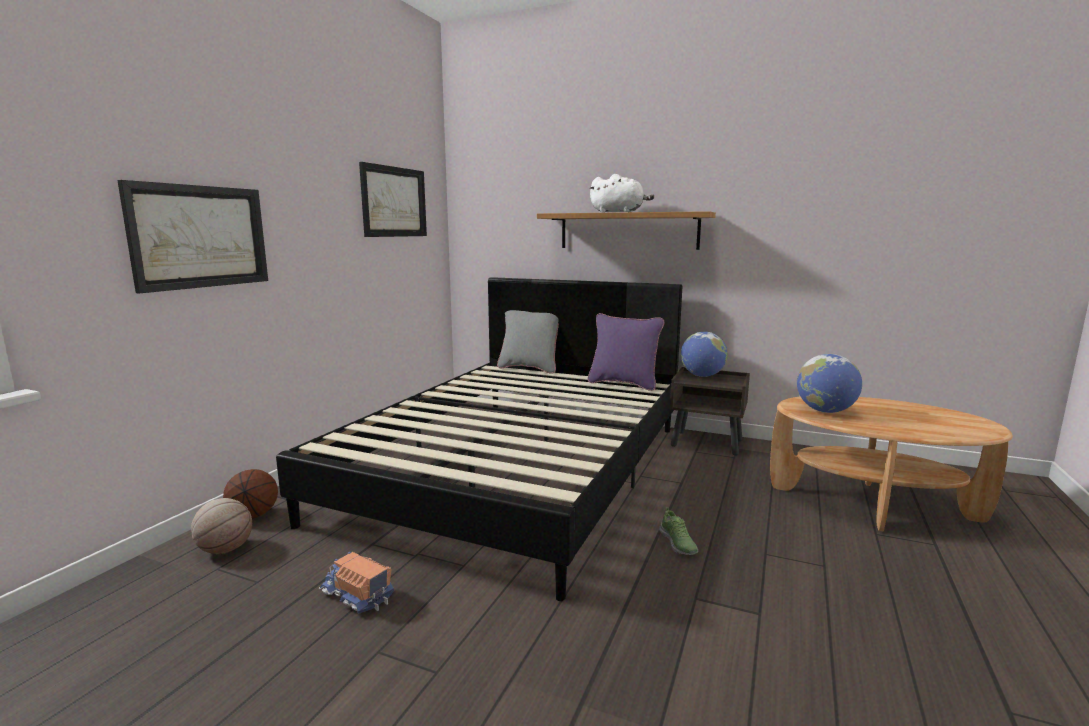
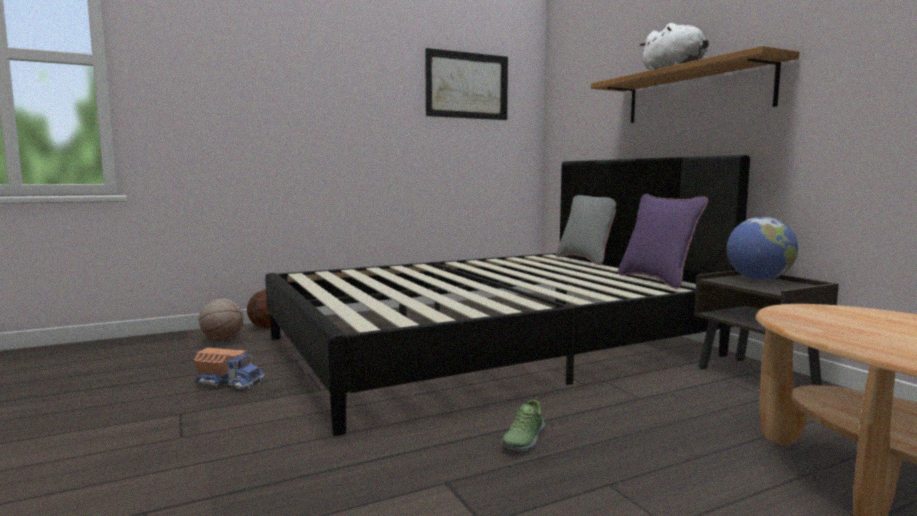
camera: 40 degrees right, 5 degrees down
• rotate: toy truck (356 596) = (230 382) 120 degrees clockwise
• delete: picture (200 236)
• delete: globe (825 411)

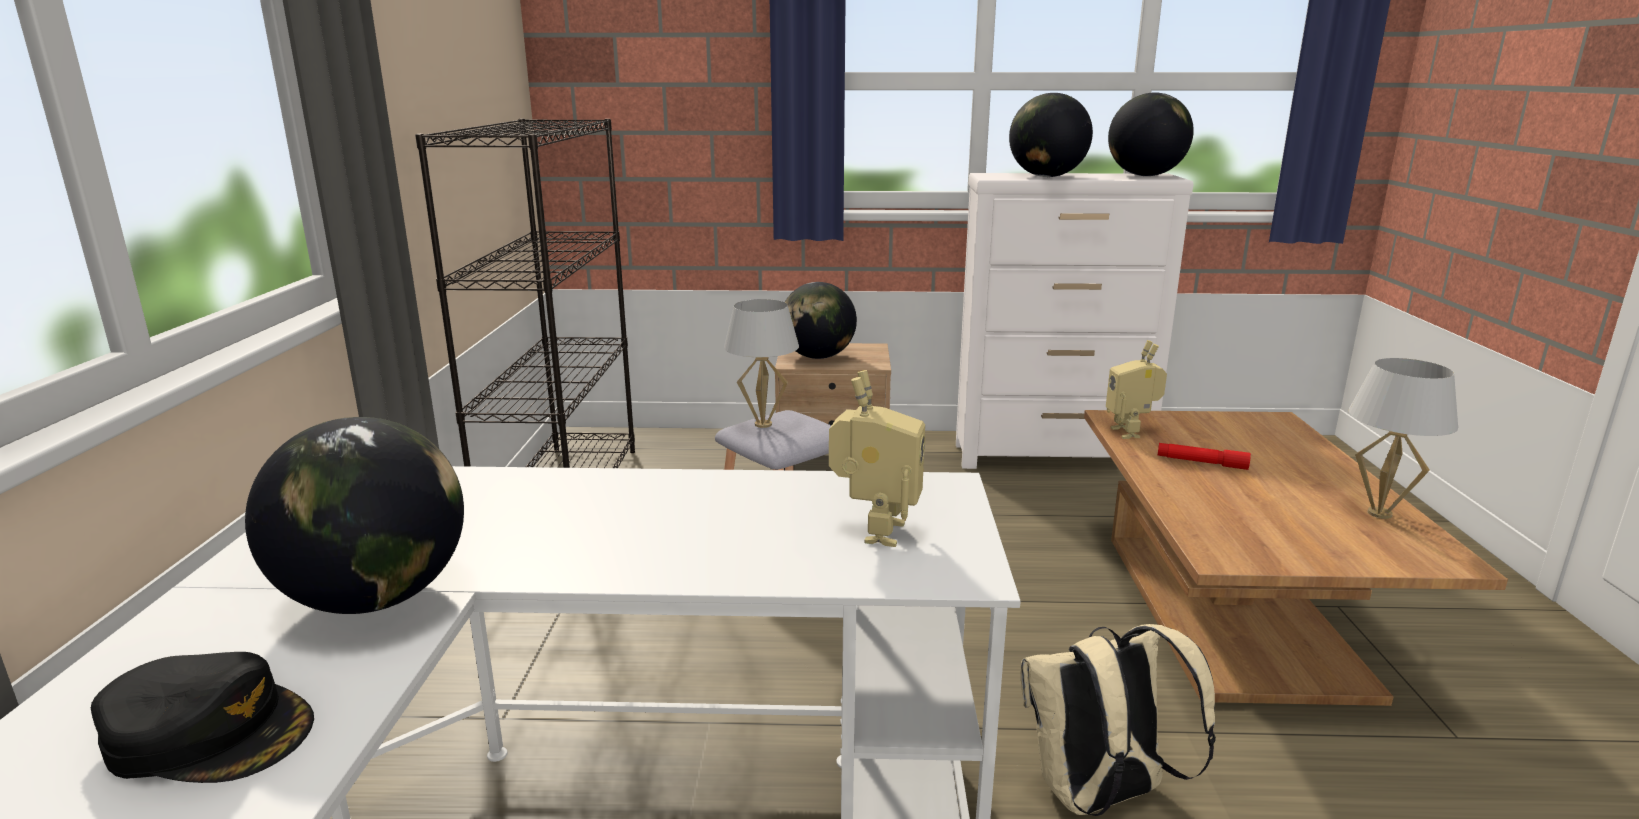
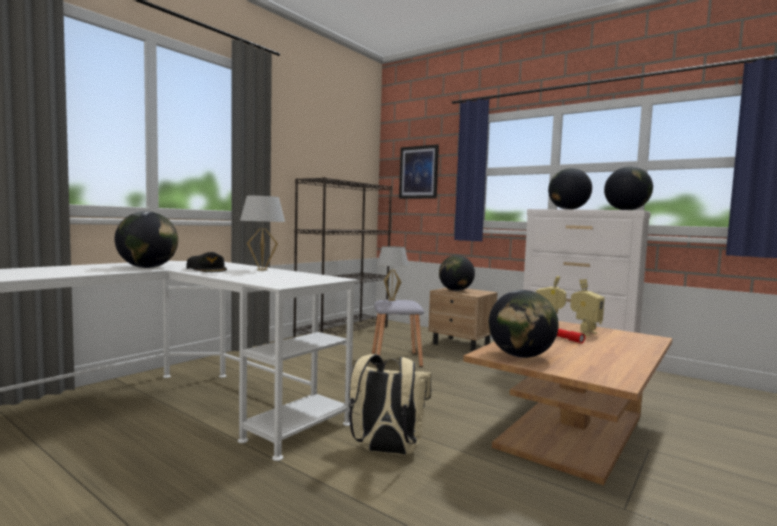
camera: 35 degrees right, 15 degrees down
• move: black cap (210 732) to (207 269)
• move: white table lamp (1379 514) to (262 270)
• insert: picture (418 172)
• insert: globe (520 356)
• move: toy robot (874 531) to (584 333)

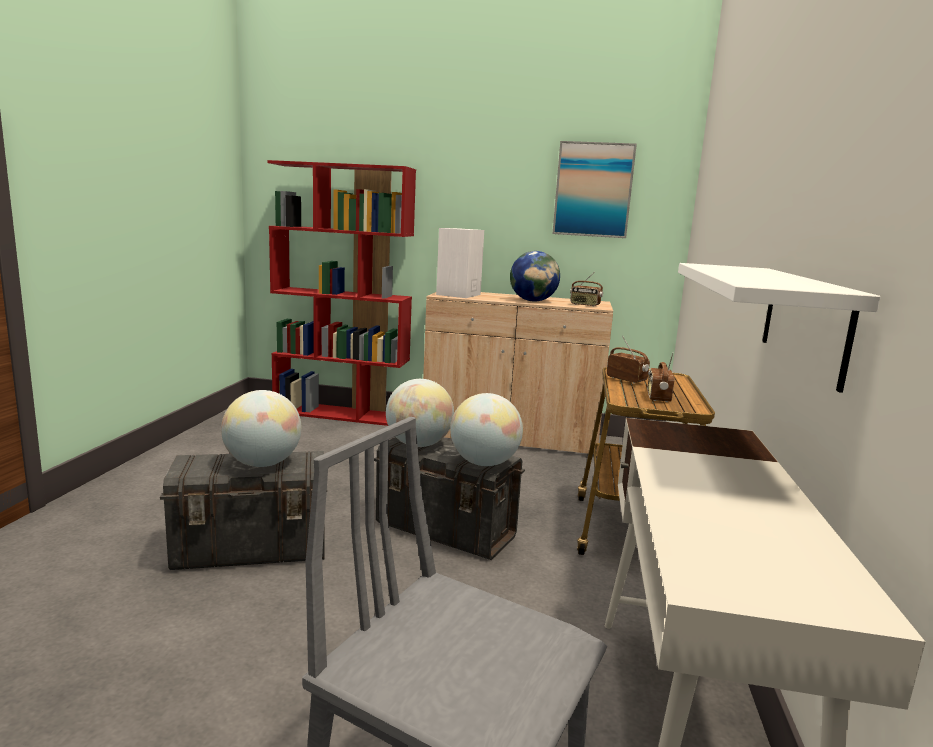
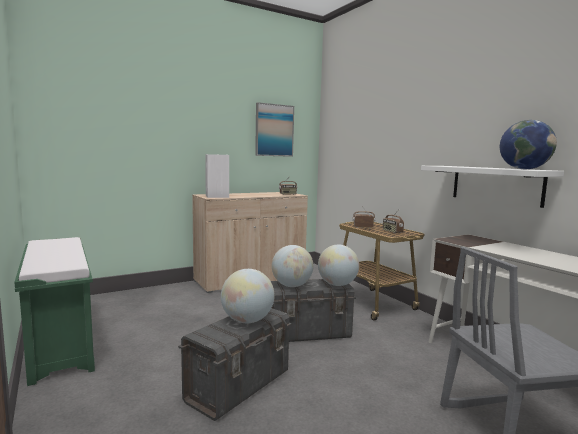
camera: 40 degrees left, 5 degrees down
• insert: green bench (60 344)
• move: globe (533 301) to (524 169)
• delete: red bookcase (342 414)

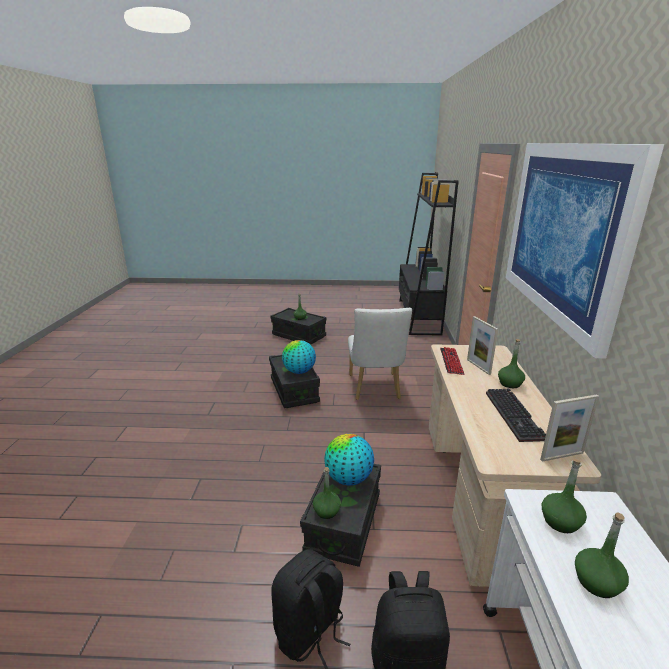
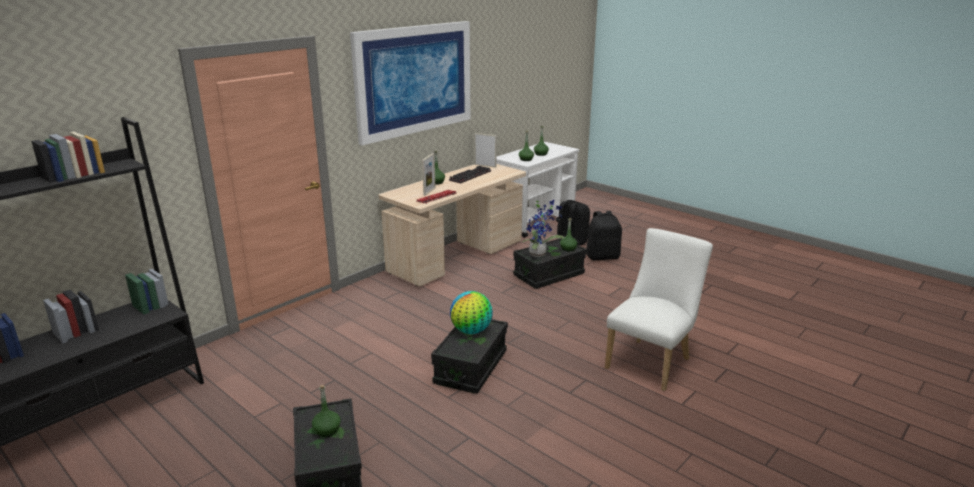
camera: 140 degrees left, 0 degrees up
• replace: globe (348 478) to potted plant (539 254)
• move: white chair (375 389) to (651 361)

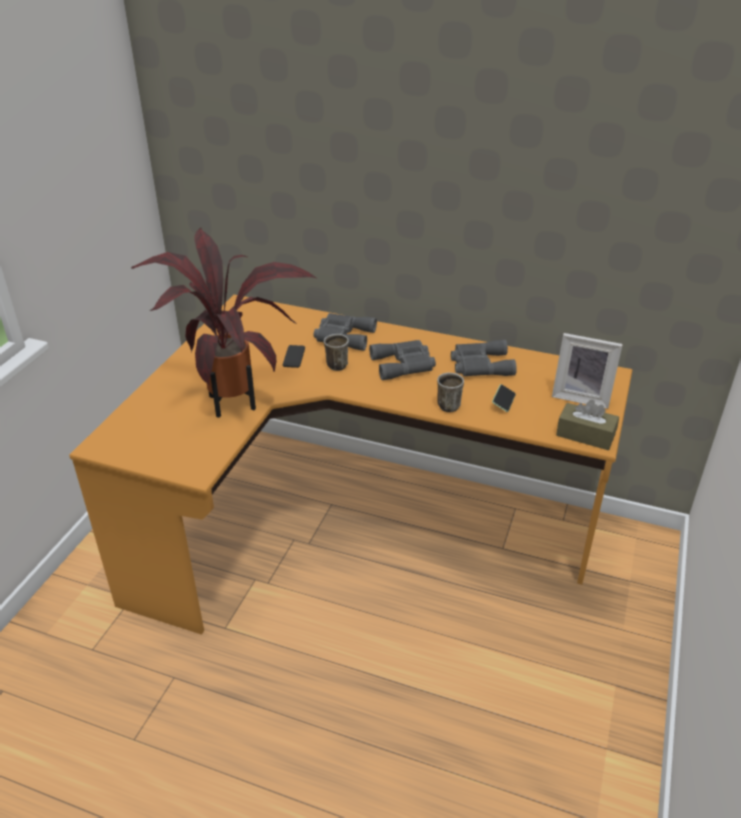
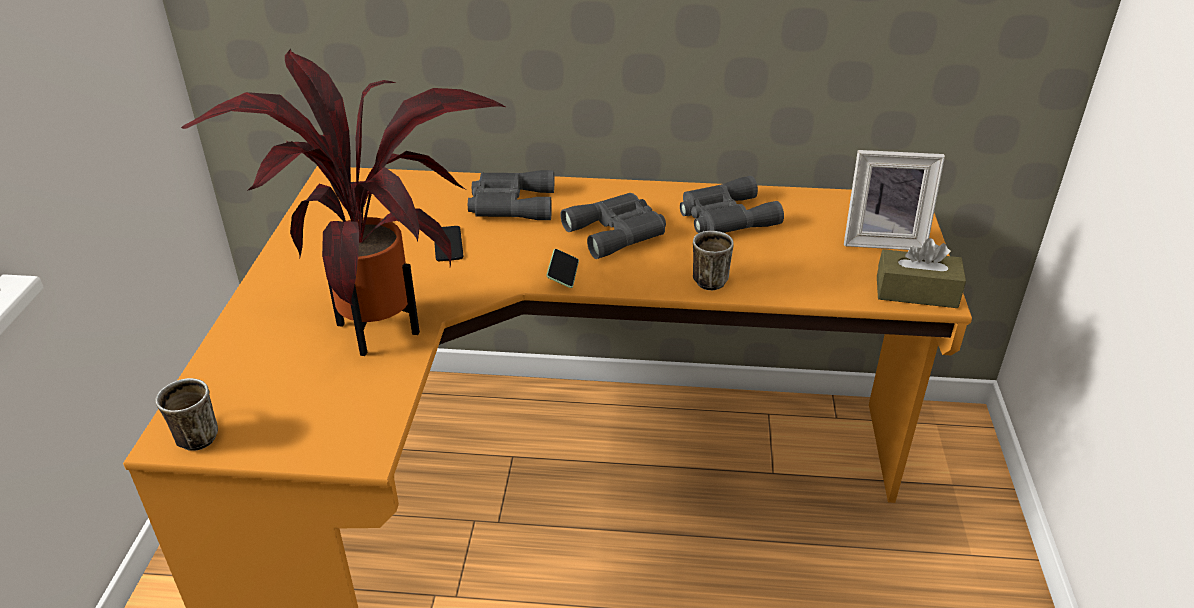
camera: 15 degrees left, 0 degrees up
• move: mug (335 364) to (194 435)
• move: phone (503 402) to (563 275)

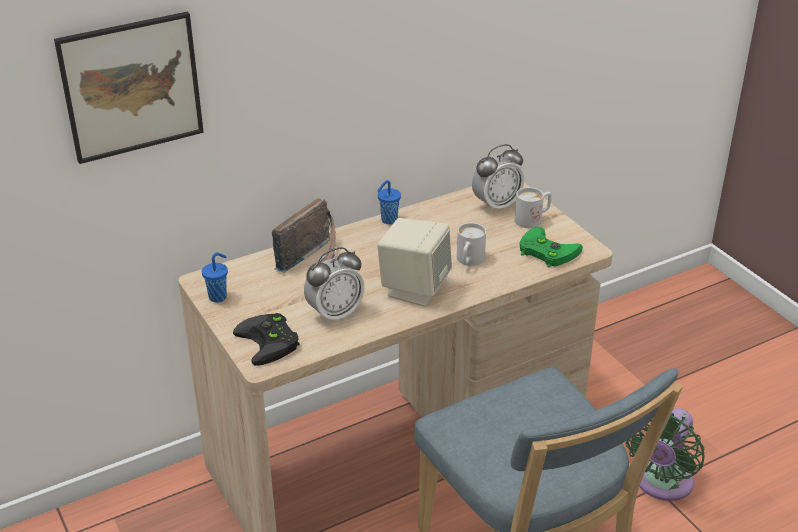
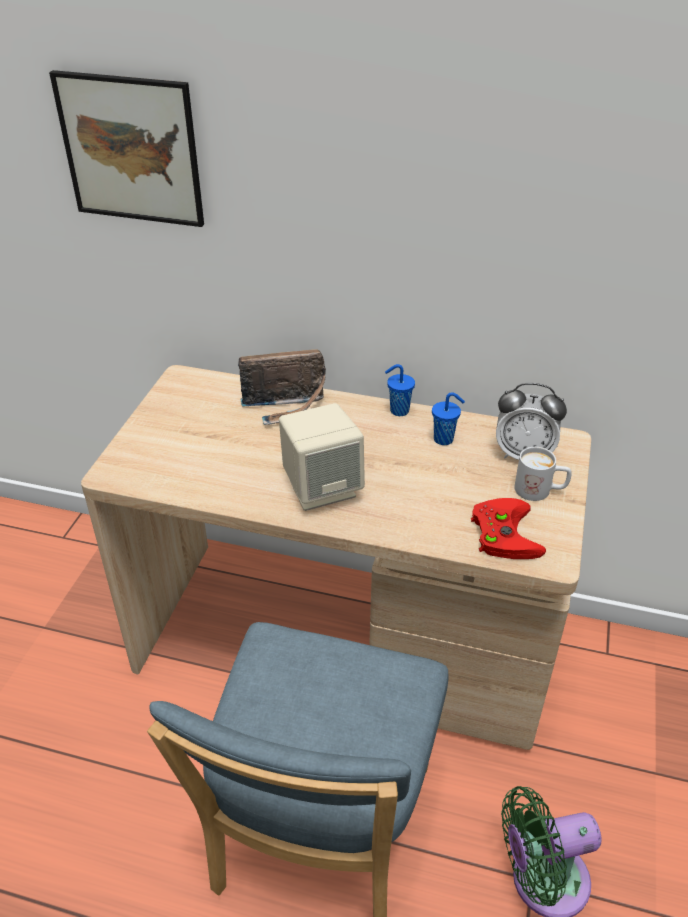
camera: 45 degrees right, 5 degrees up
• move: blue cup (218 296) to (444 439)
• recolor: green game controller (545 251) to red game controller (502 532)
• delete: black game controller (271 342)
• delete: alarm clock (335 314)
• delete: white mug (469 261)

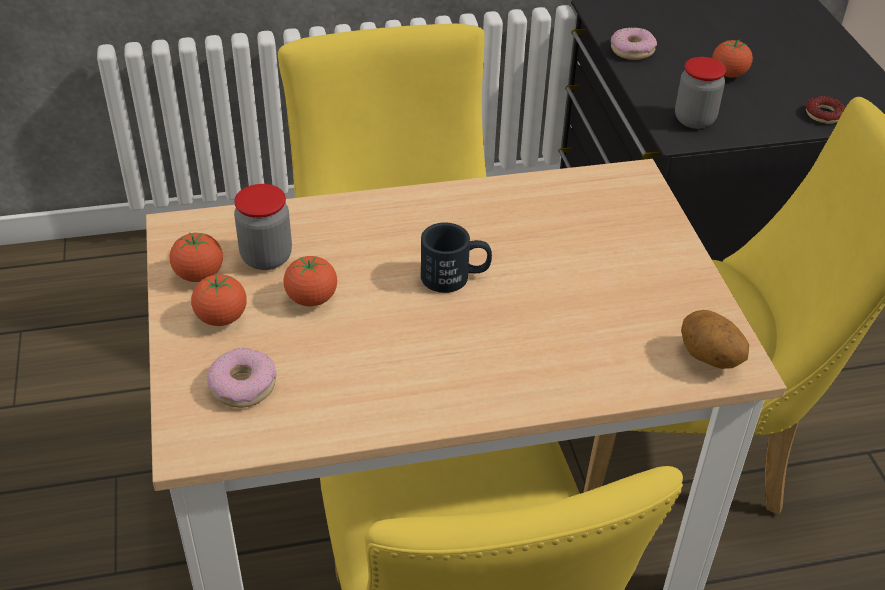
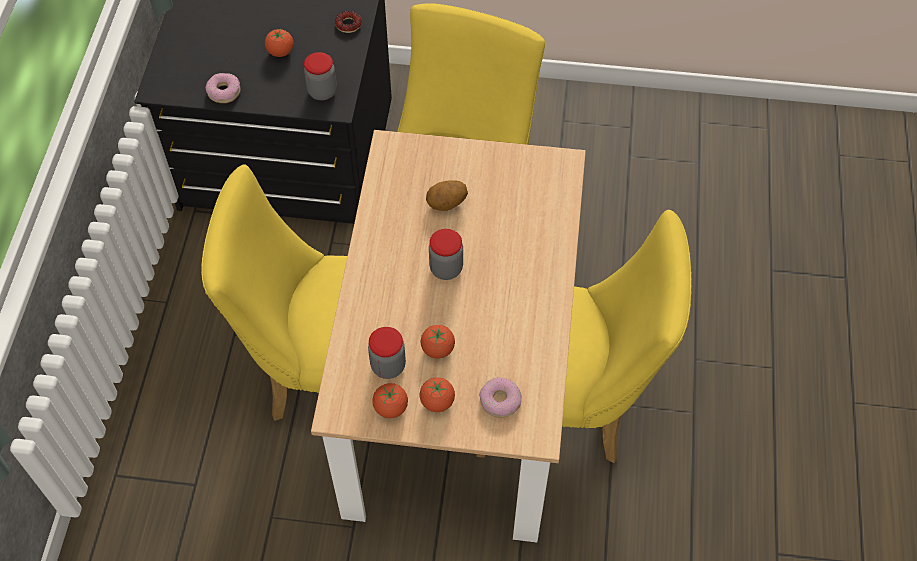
camera: 70 degrees left, 15 degrees up
• move: potato (708 358) to (446 204)
• replace: black mug (455 276) to jar (446 268)

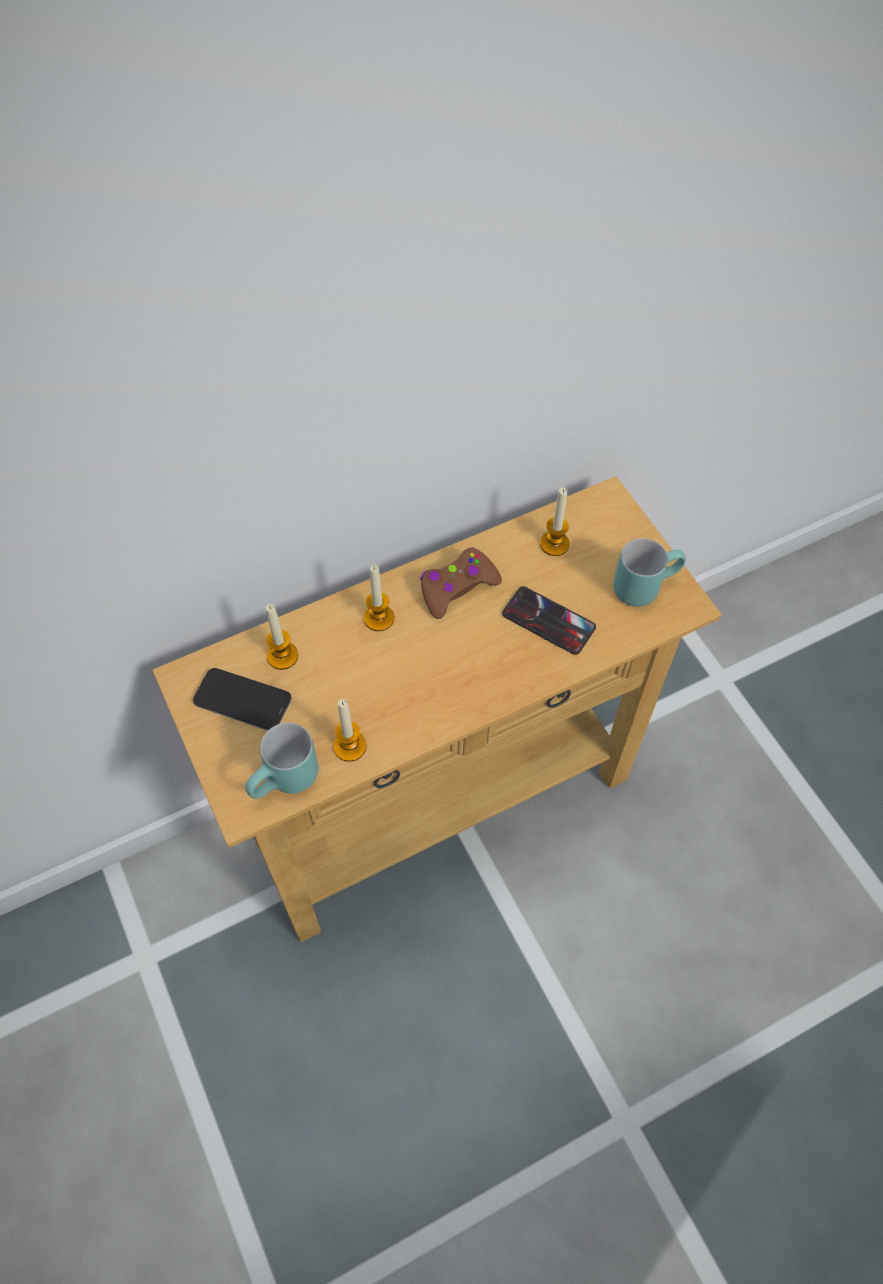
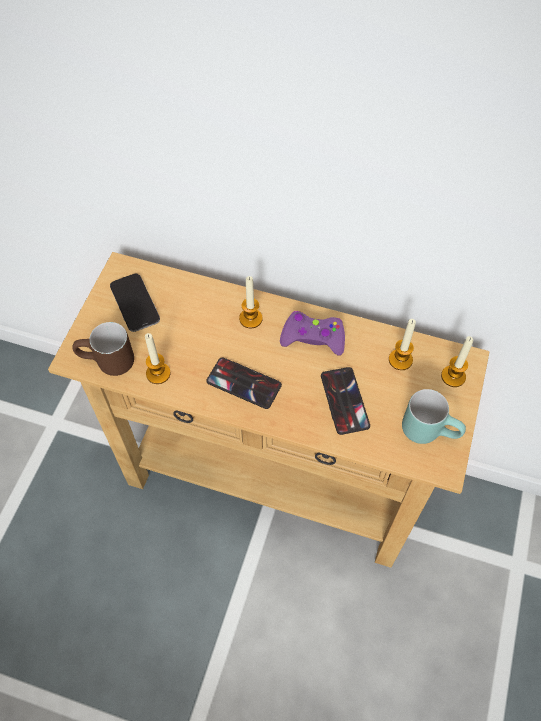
camera: 45 degrees right, 0 degrees up
• recolor: turquoise mug (287 783) to brown mug (107 364)
• insert: phone (244 383)
• recolor: brown game controller (457 587) to purple game controller (313 337)
• move: candle (282 656) to (453 376)

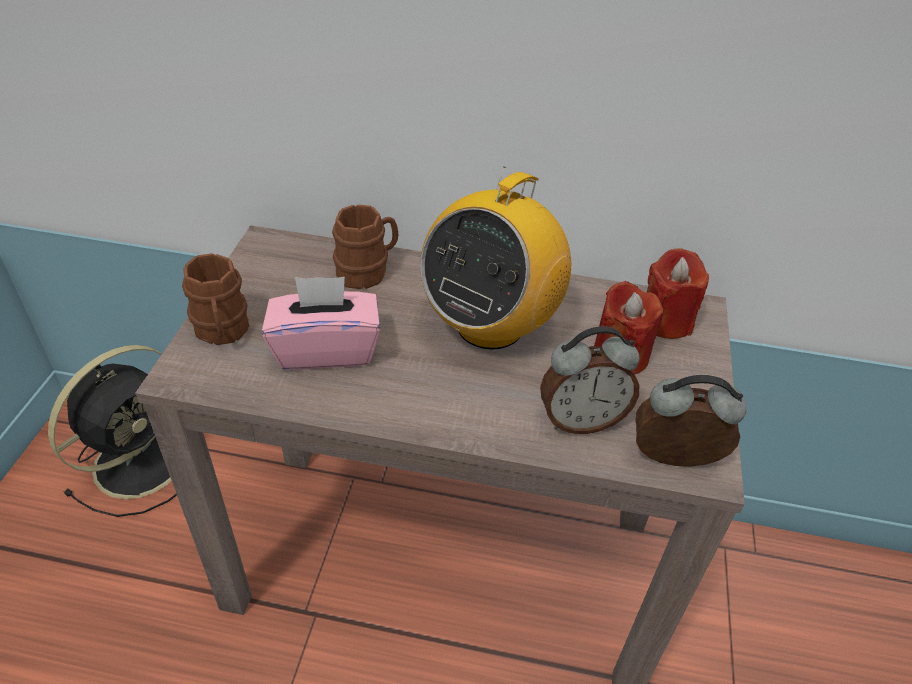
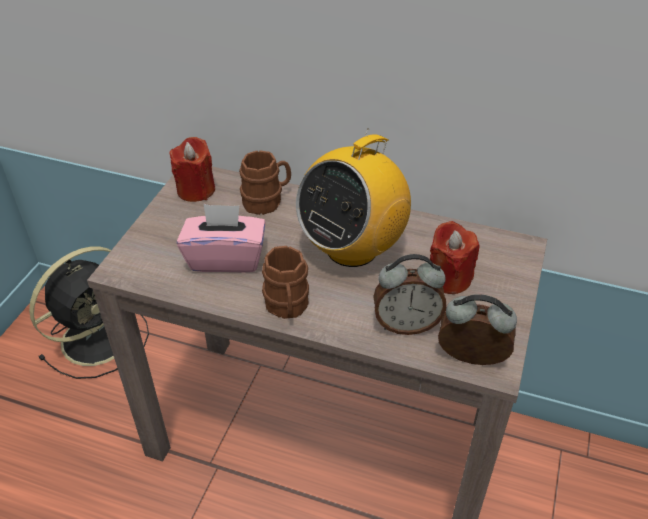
camera: 10 degrees right, 0 degrees up
• move: red candle (666 321) to (196 190)
• move: brown mug (222 332) to (287 307)

